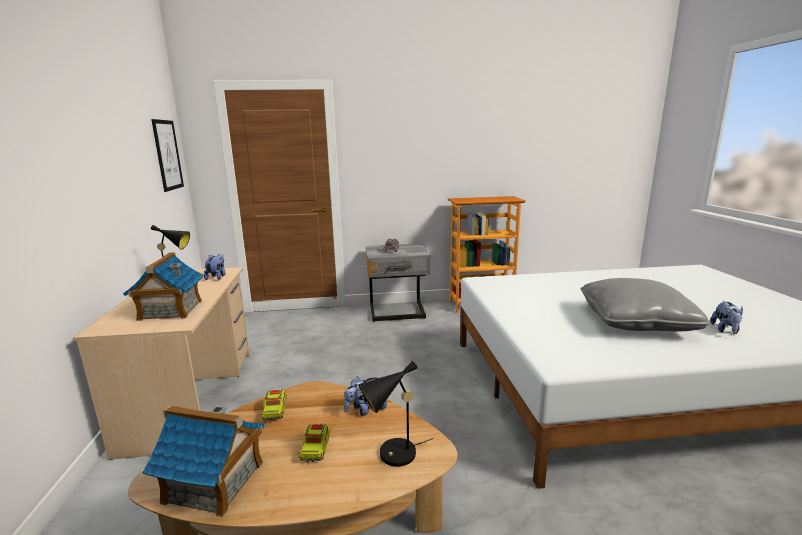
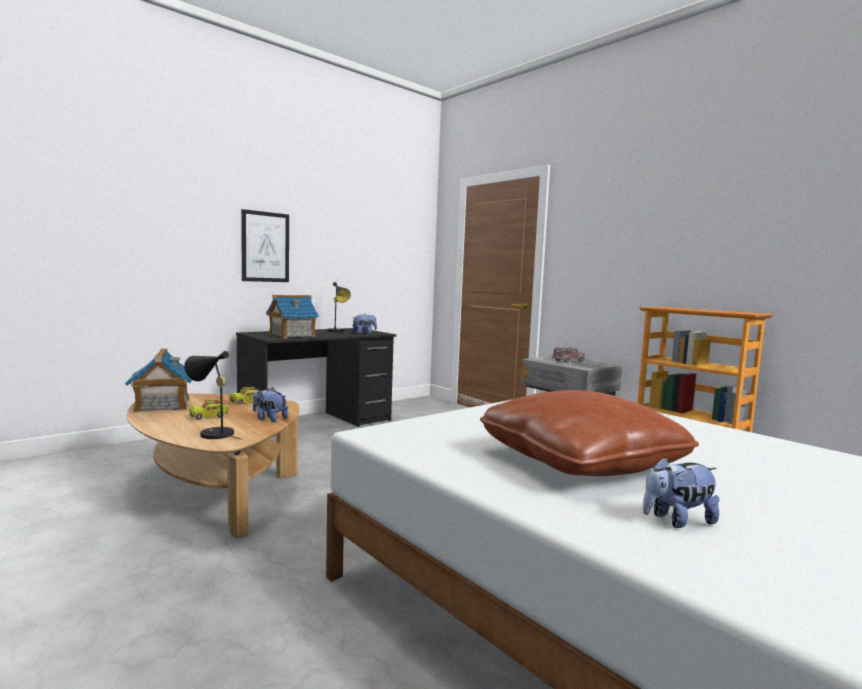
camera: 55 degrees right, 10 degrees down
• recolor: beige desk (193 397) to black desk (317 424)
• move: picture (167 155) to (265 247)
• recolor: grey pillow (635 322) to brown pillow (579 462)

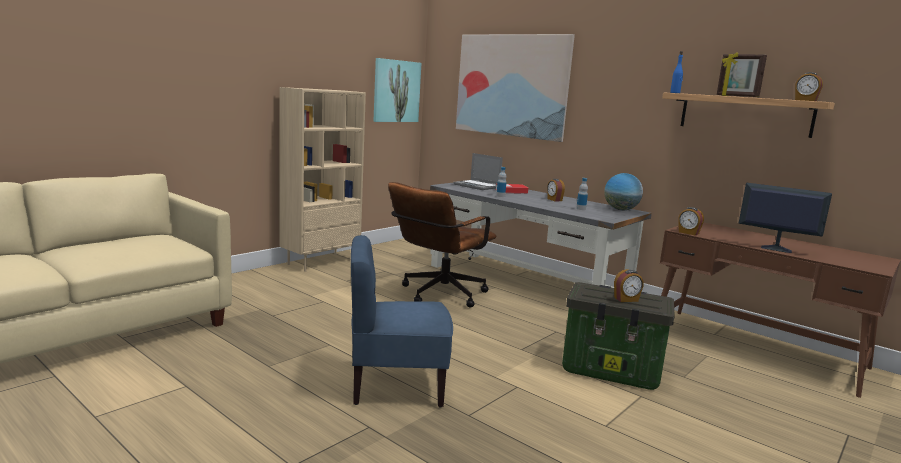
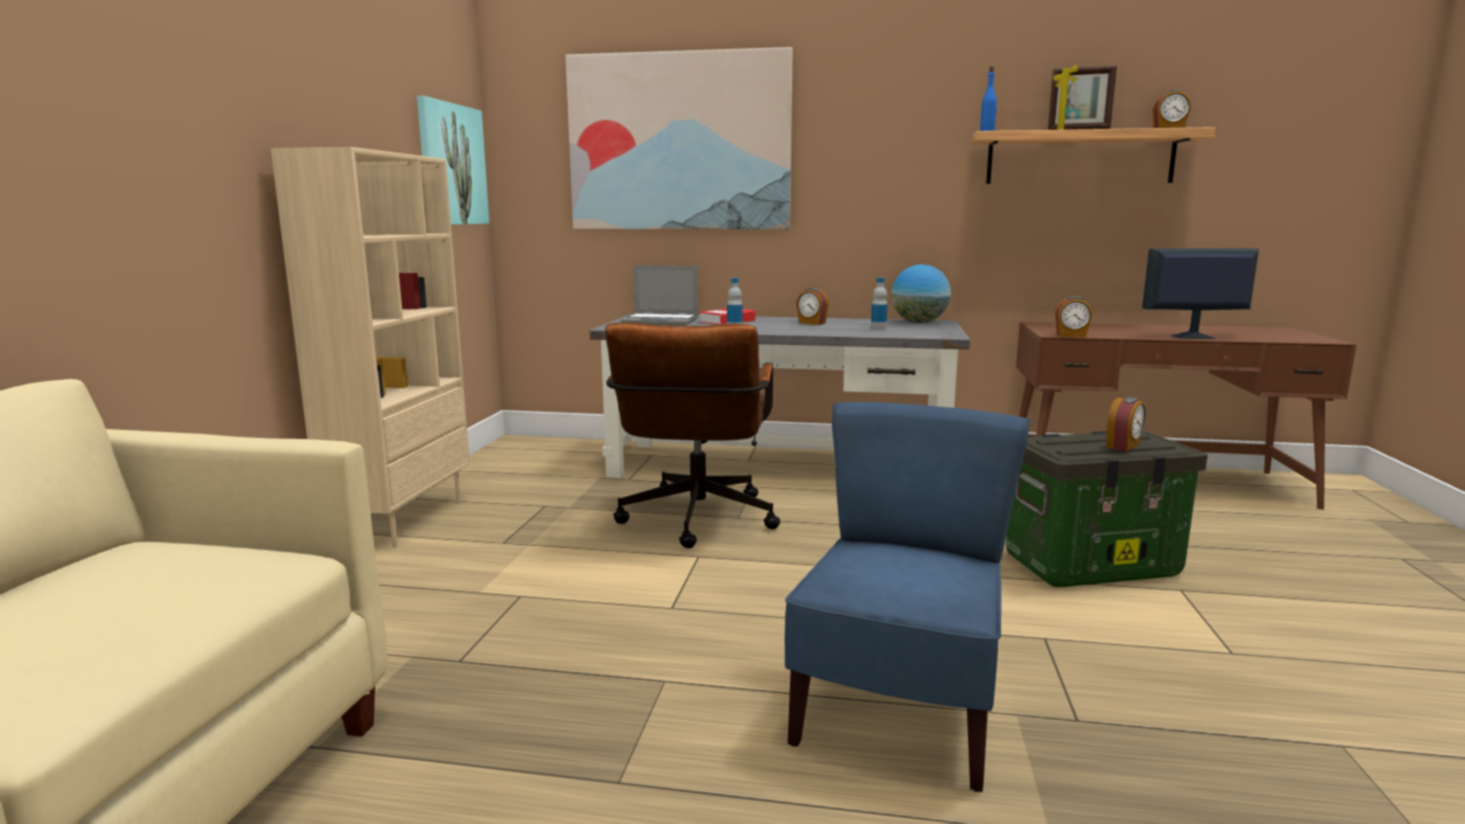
camera: 30 degrees left, 0 degrees up
• rotate: blue chair (396 386) = (898 716) 150 degrees clockwise

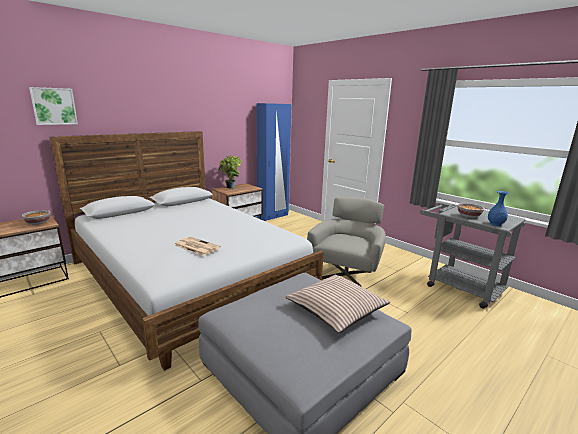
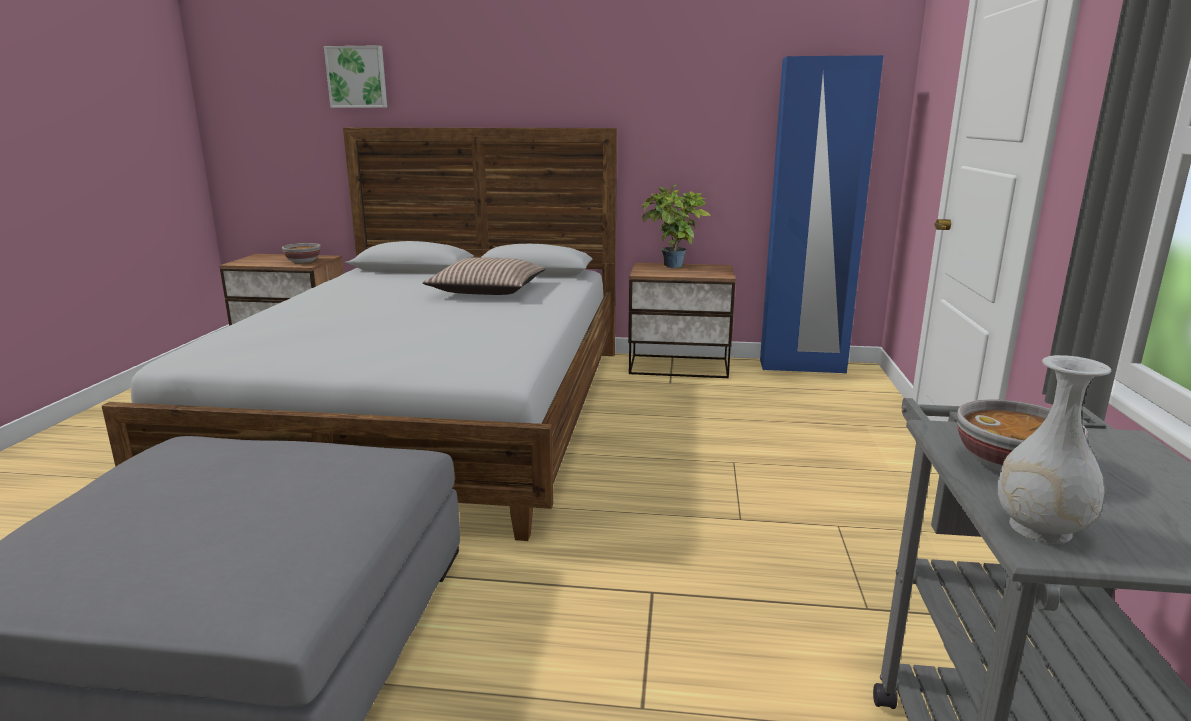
camera: 50 degrees right, 0 degrees up
• move: pillow (336 310) to (487 290)
• recolor: blue vase (495 224) to white vase (1039 528)
• delete: newspaper (196 246)
• delete: grey armchair (346 275)

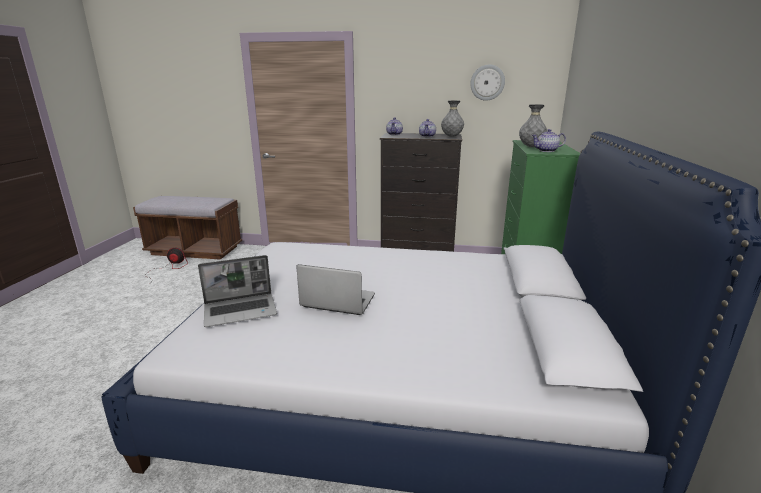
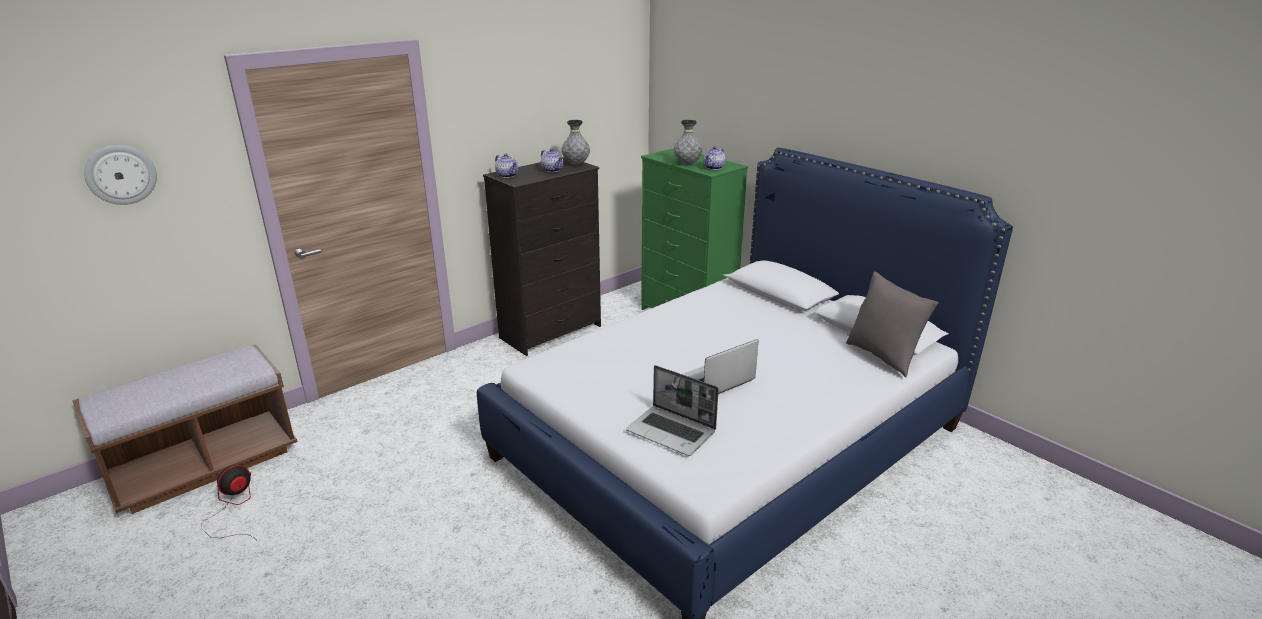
camera: 50 degrees left, 5 degrees up
• move: wall clock (487 82) to (121 174)
• rotate: laptop (241 311) = (672 432) 105 degrees clockwise
• insert: grey pillow (883 356)

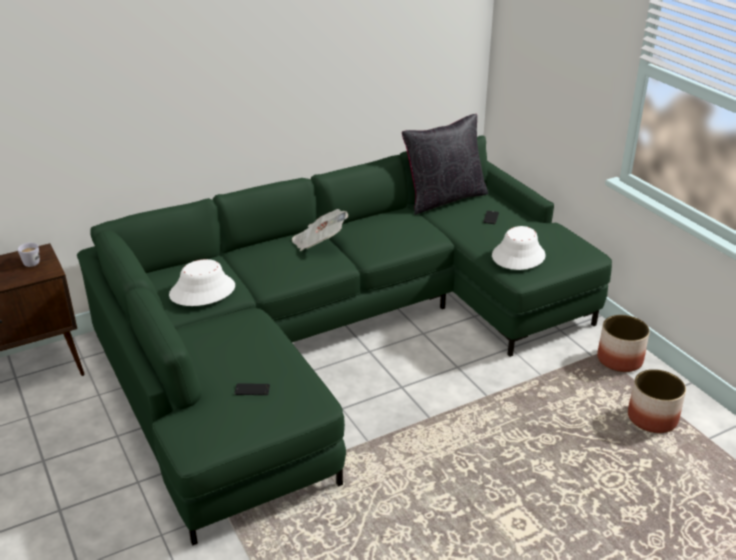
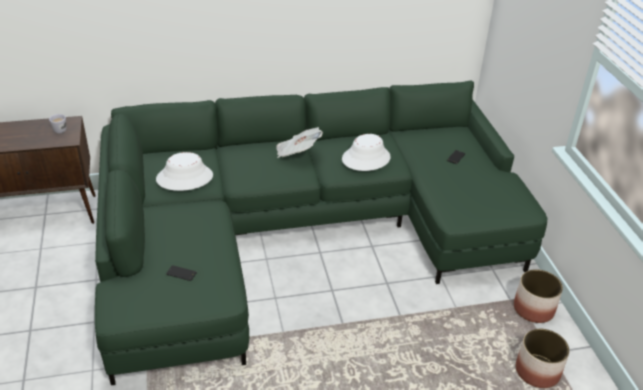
camera: 15 degrees right, 5 degrees up
• move: white hat (518 256) to (366 158)
• delete: black pillow (444 199)

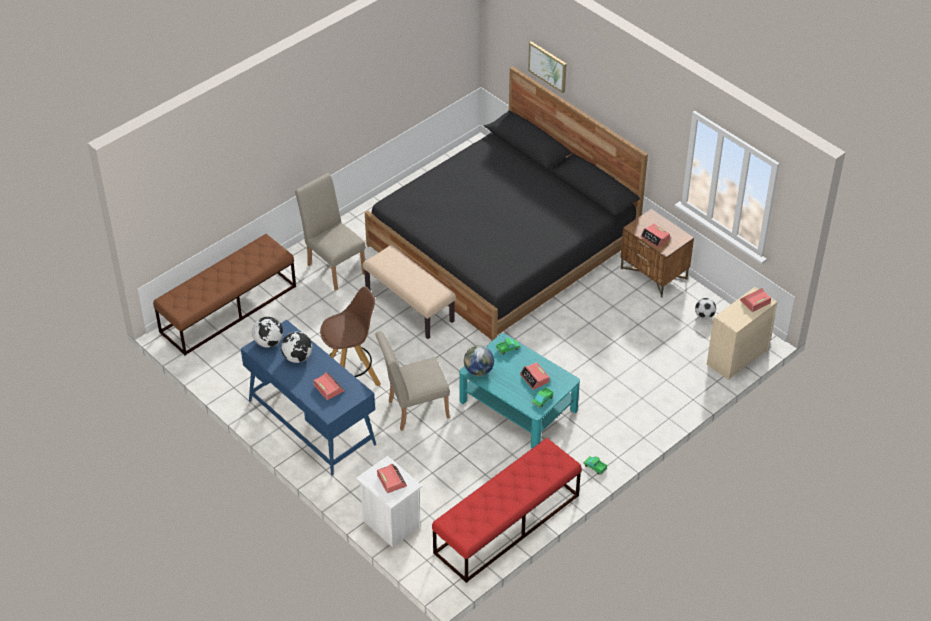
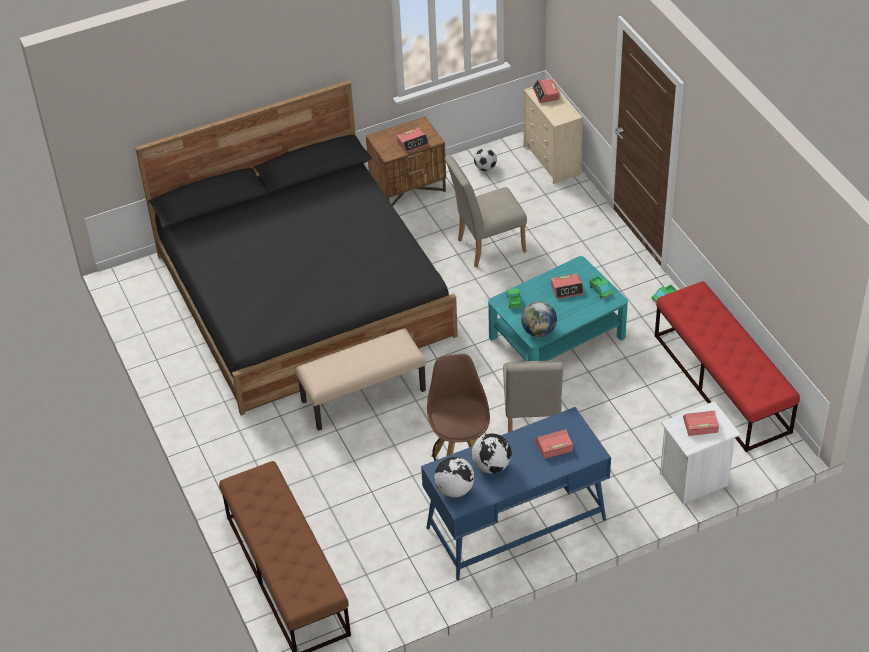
camera: 70 degrees left, 0 degrees up
• move: beige chair (334 266) to (486 246)
• delete: picture (548 66)

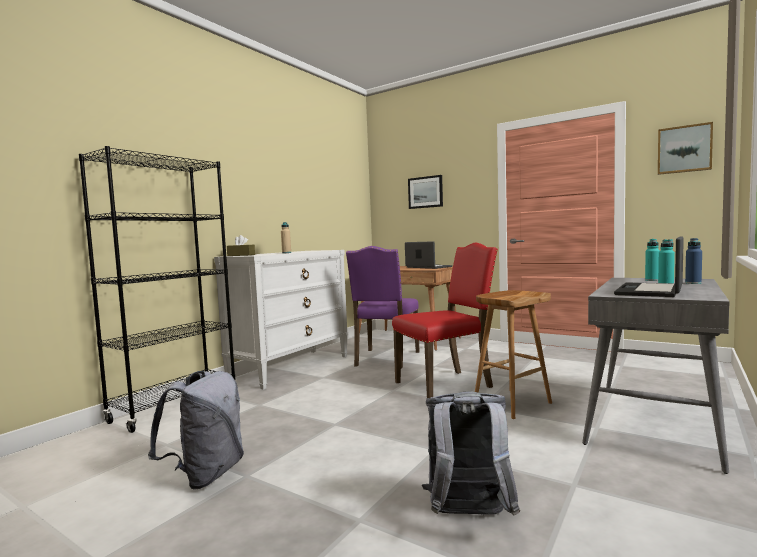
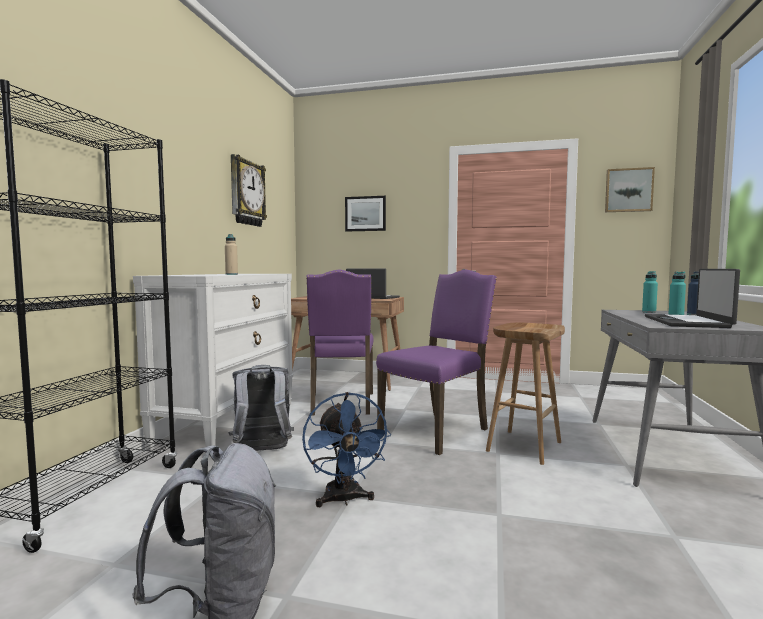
camera: 20 degrees left, 0 degrees up
• move: grey backpack (468 517) to (262 452)
• insert: wall clock (246 193)
• insert: blue fan (344 500)
• recolor: red chair (446 385) to purple chair (437 430)
• delete: brown tissue box (241 255)

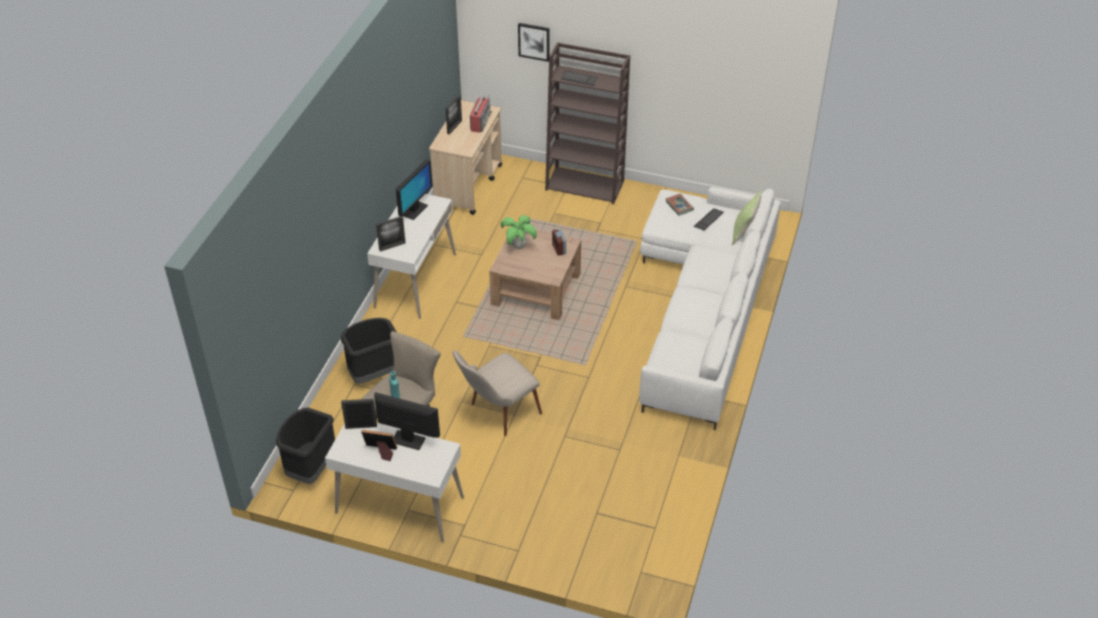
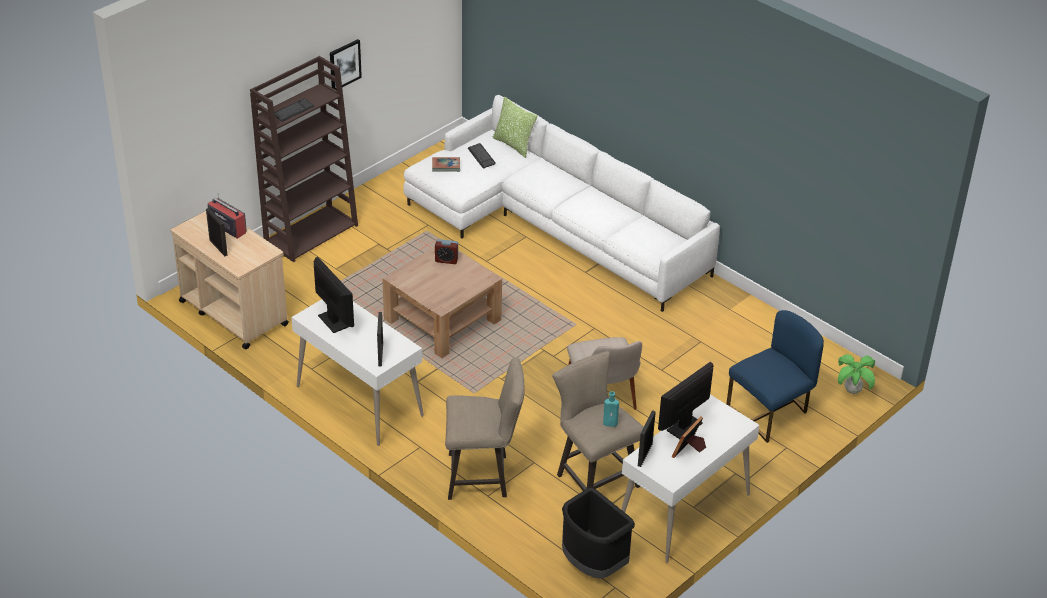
camera: 65 degrees left, 5 degrees down
• move: picture (534 41) to (344 64)
• replace: black trash can (373 374) to beige stool (483 476)
• insert: blue chair (770 412)
• move: potted plant (519 246) to (852 390)

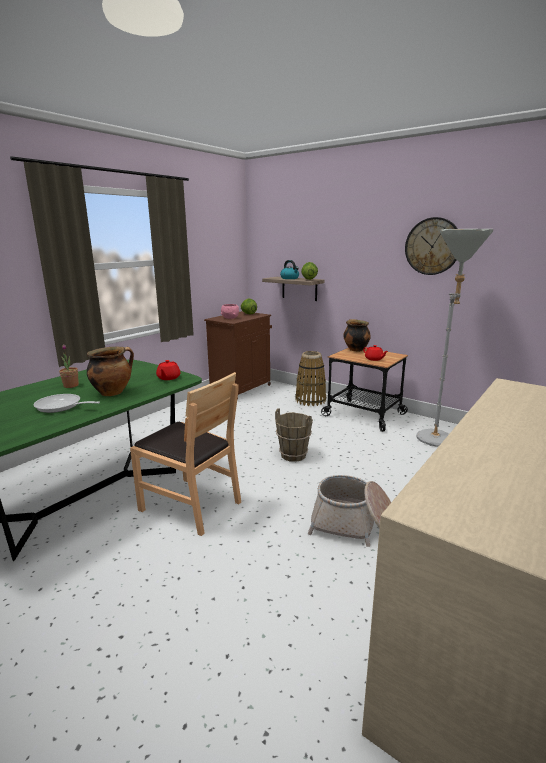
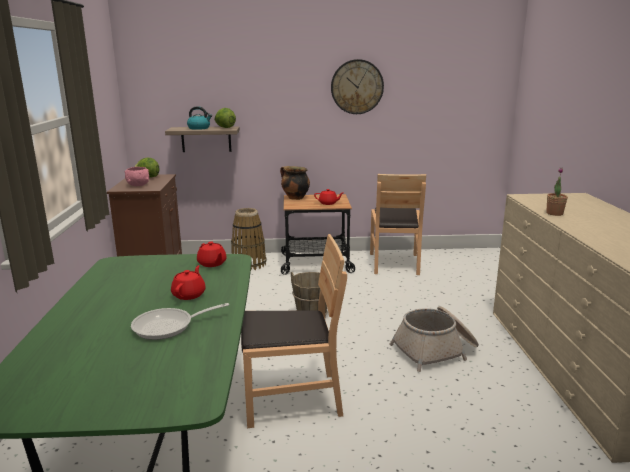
camera: 40 degrees left, 0 degrees up
• replace: cooking pot (113 392) to red teapot (189 294)
• replace: grey floor lamp (438 436) to brown chair (394 263)
• move: potted plant (71 385) to (554 213)

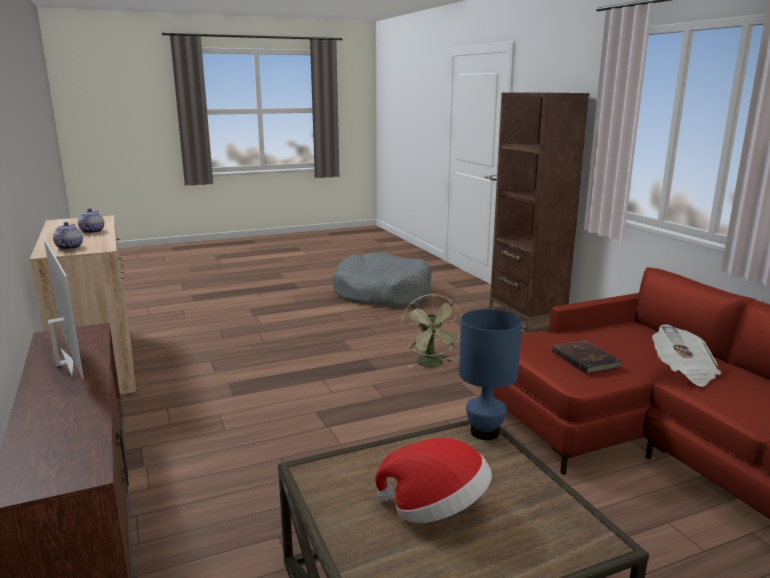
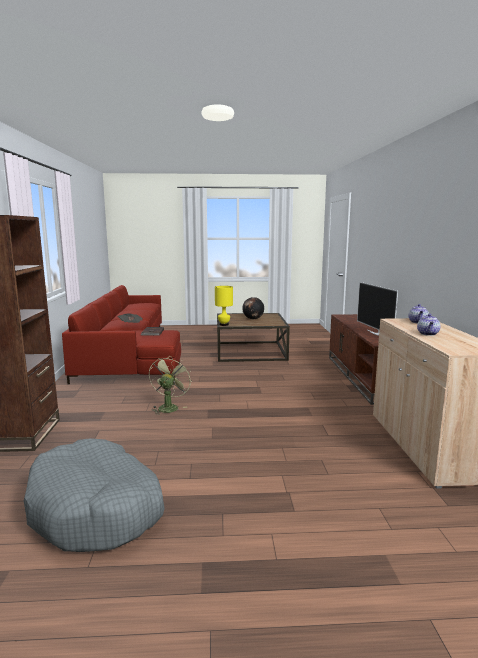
camera: 160 degrees left, 5 degrees down
• recolor: blue table lamp (484 432) to yellow table lamp (224 324)
• replace: hat (436 509) to globe (253 319)

